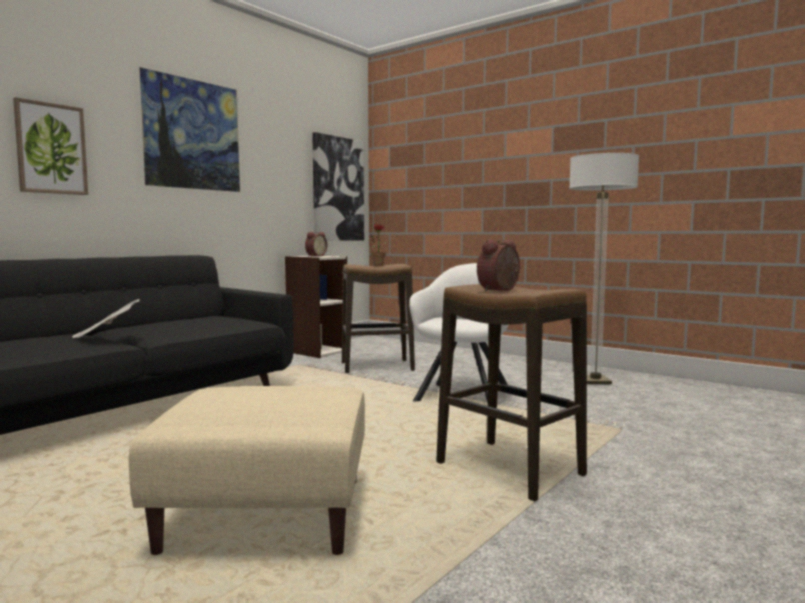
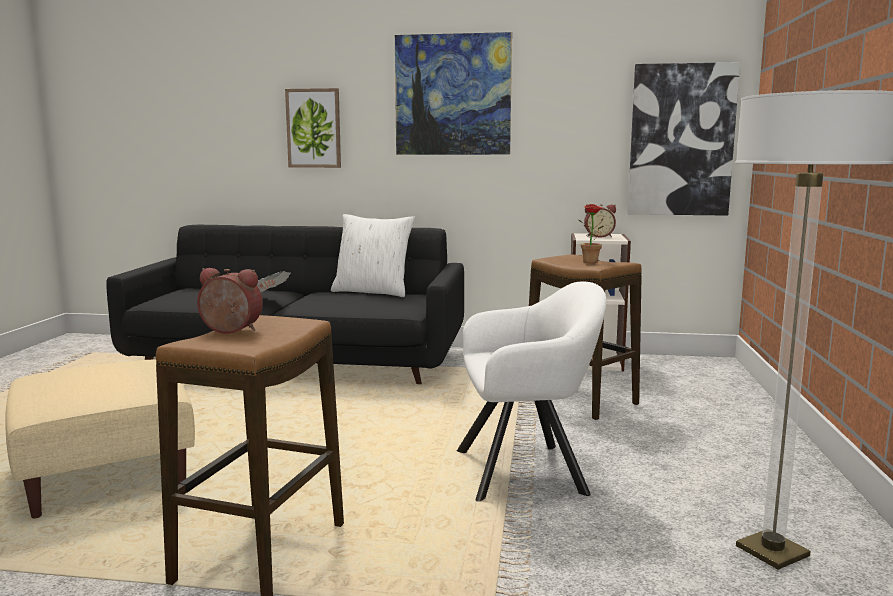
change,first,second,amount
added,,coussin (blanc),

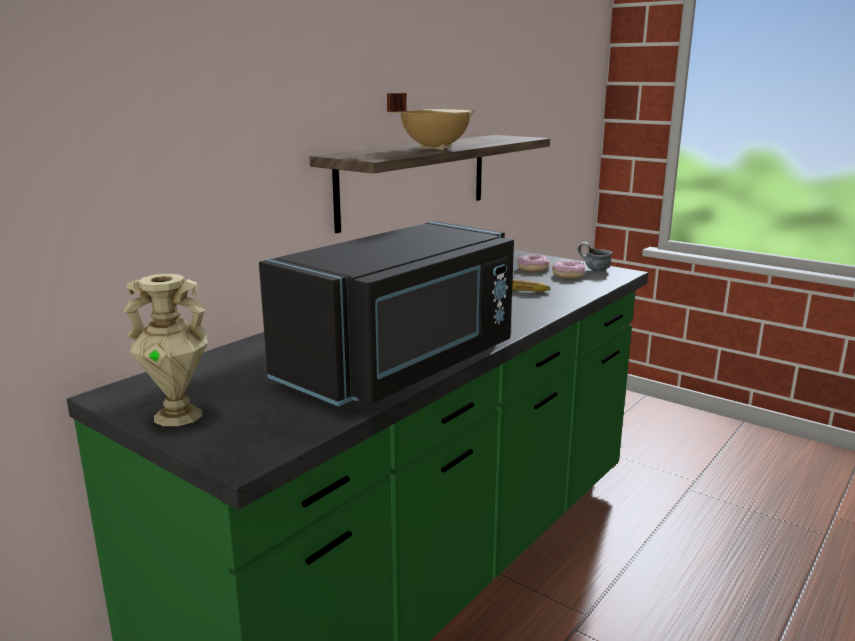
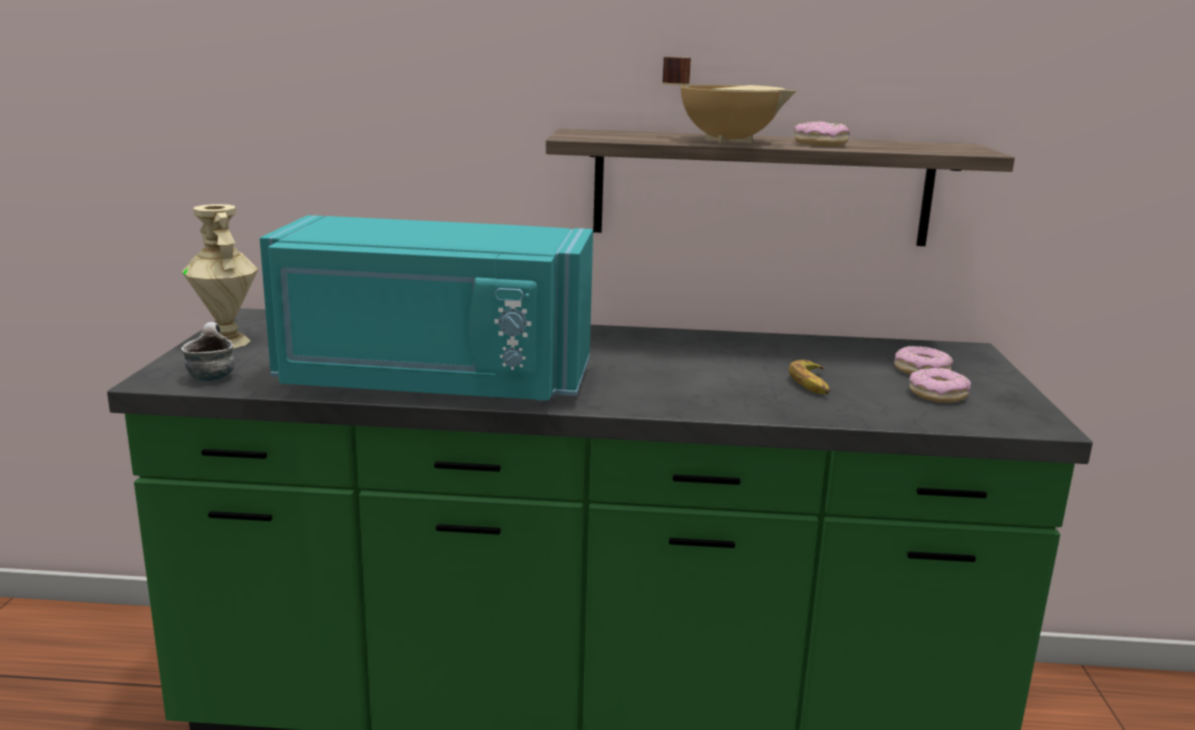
change,first,second,amount
moved,mug,,
recoloured,micro-ondes (noir),micro-ondes (turquoise),
added,,beignet (1st from left),

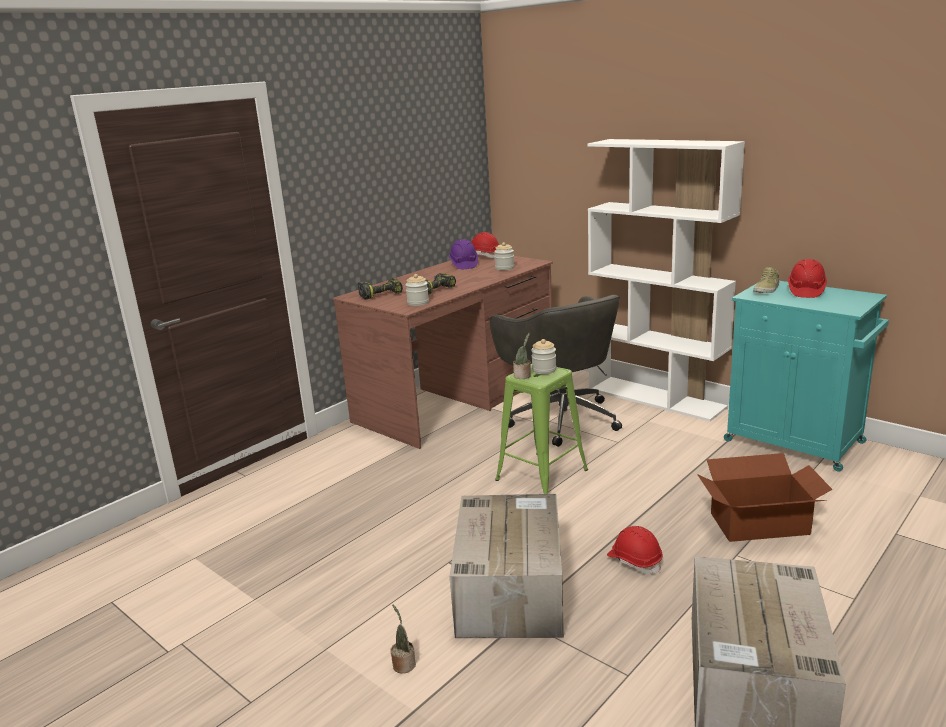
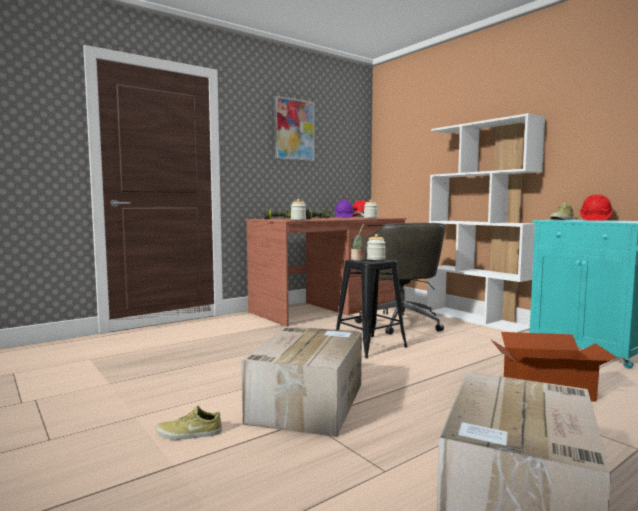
change,first,second,amount
replaced,plante en pot (1st from left),chaussure (beige) (1st from left),
added,,tableau,
recoloured,tabouret (vert),tabouret (noir),
removed,casque de chantier (rouge) (2nd from left),,

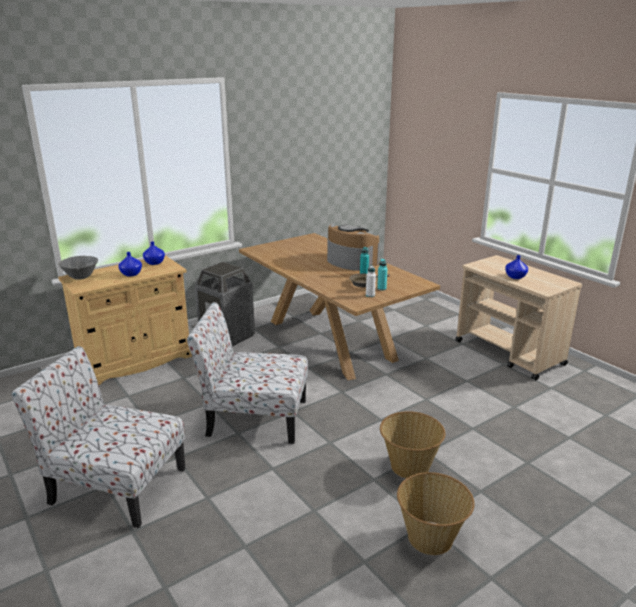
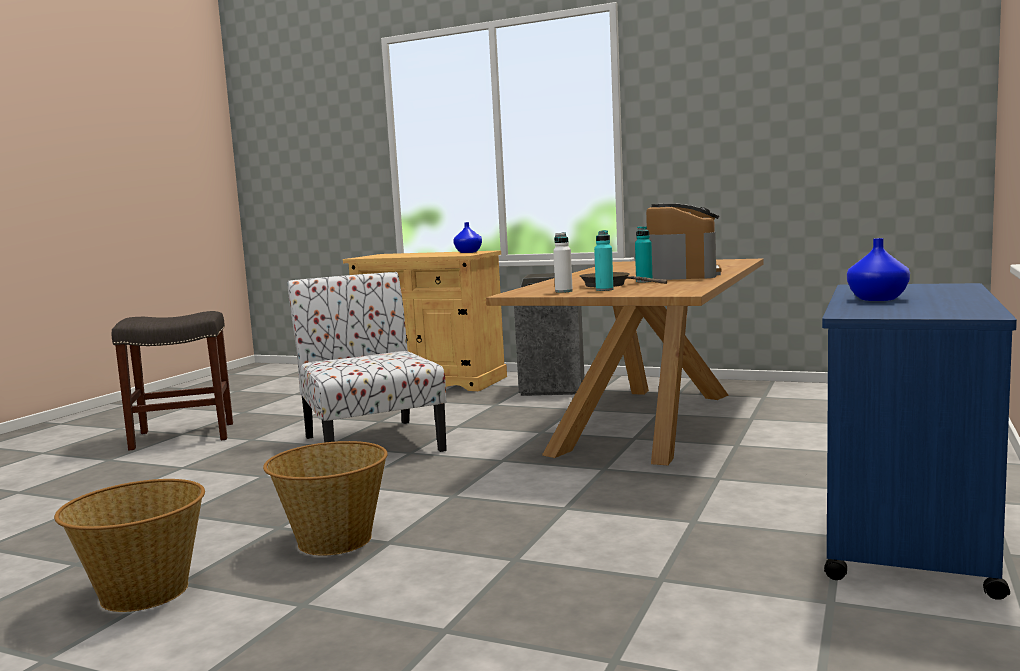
change,first,second,amount
replaced,chaise (1st from left),tabouret (gris),
recoloured,chariot (beige),chariot (bleu),
removed,bol (gris),,
removed,vase (bleu) (1st from left),,

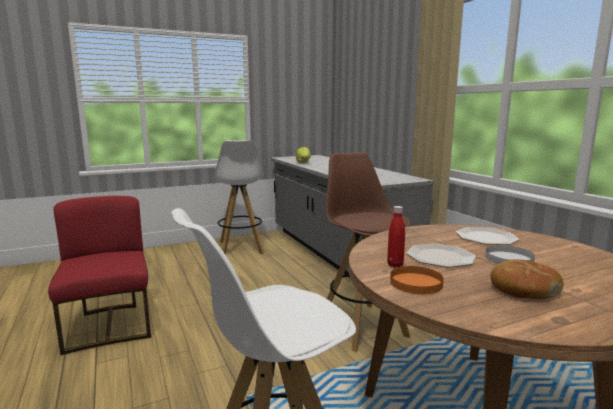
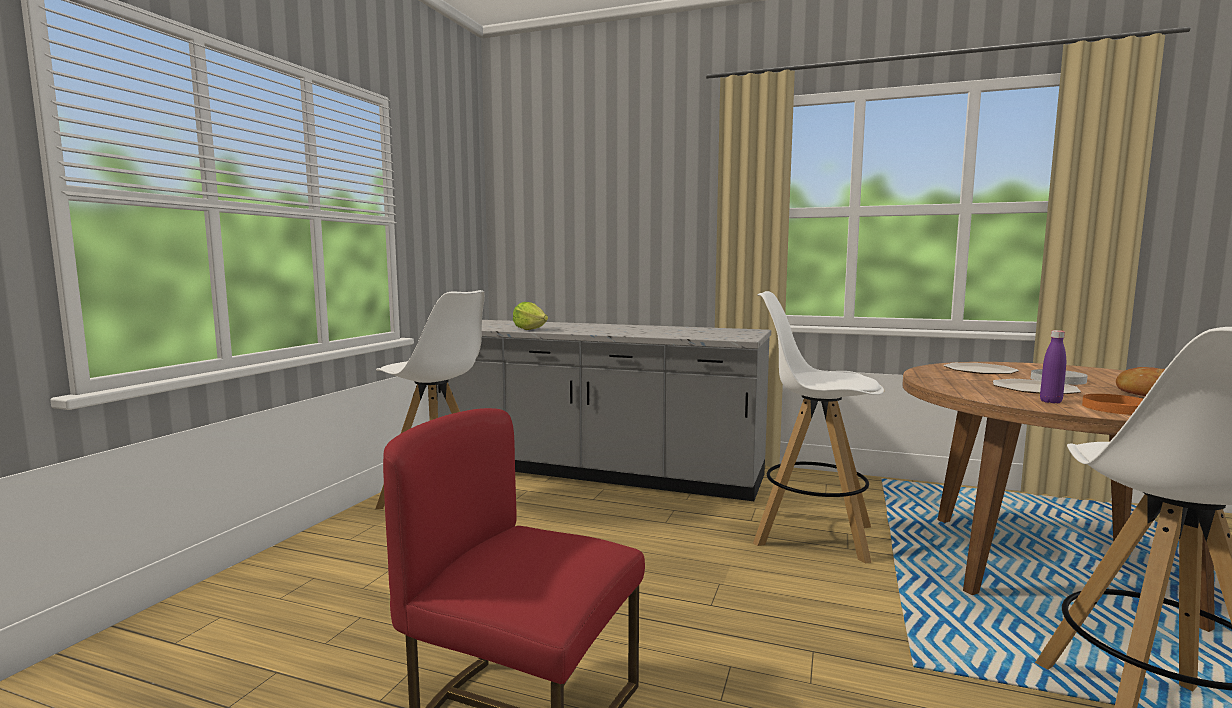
change,first,second,amount
recoloured,tabouret (marron),tabouret (blanc) (2nd from left),
recoloured,bouteille (rouge),bouteille (violet),

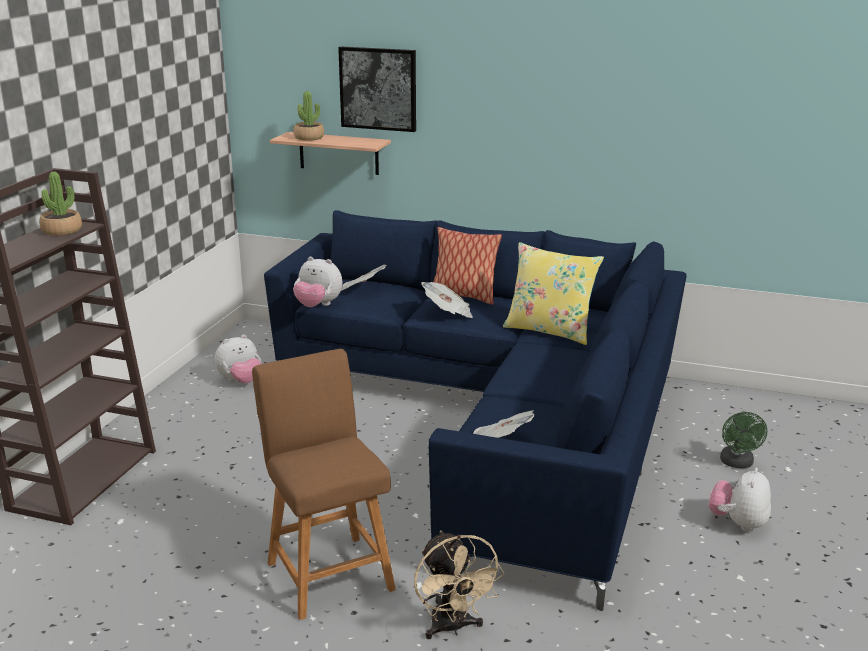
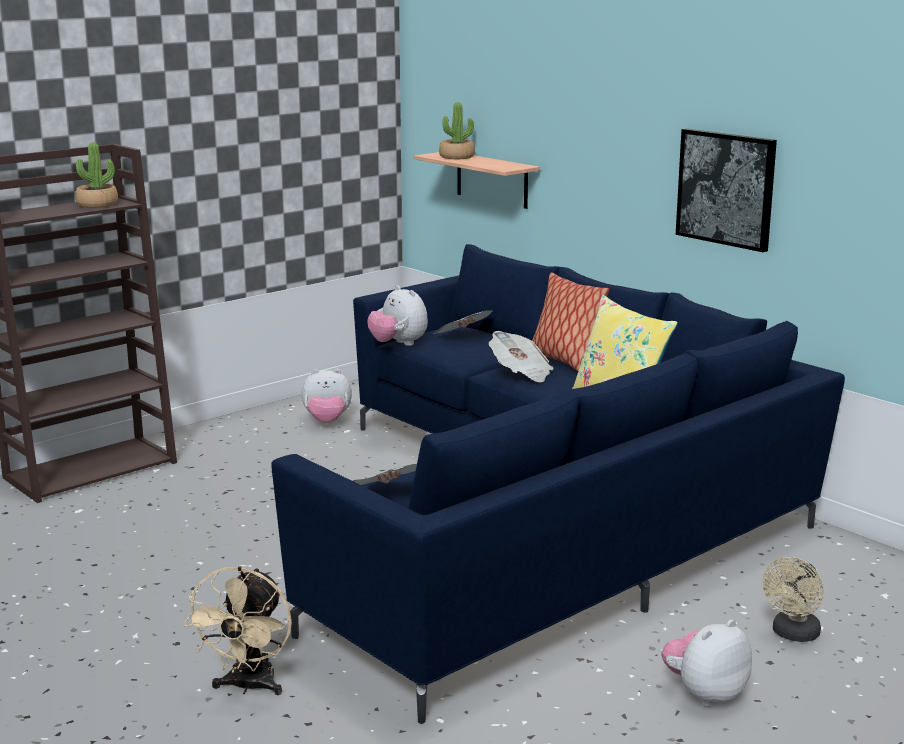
change,first,second,amount
moved,tableau,,
recoloured,ventilateur (vert),ventilateur (beige) (2nd from left),
removed,tabouret (marron),,

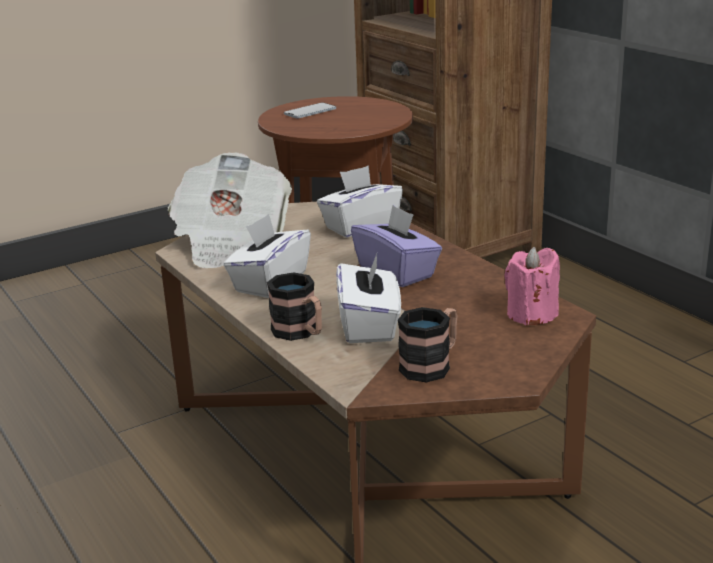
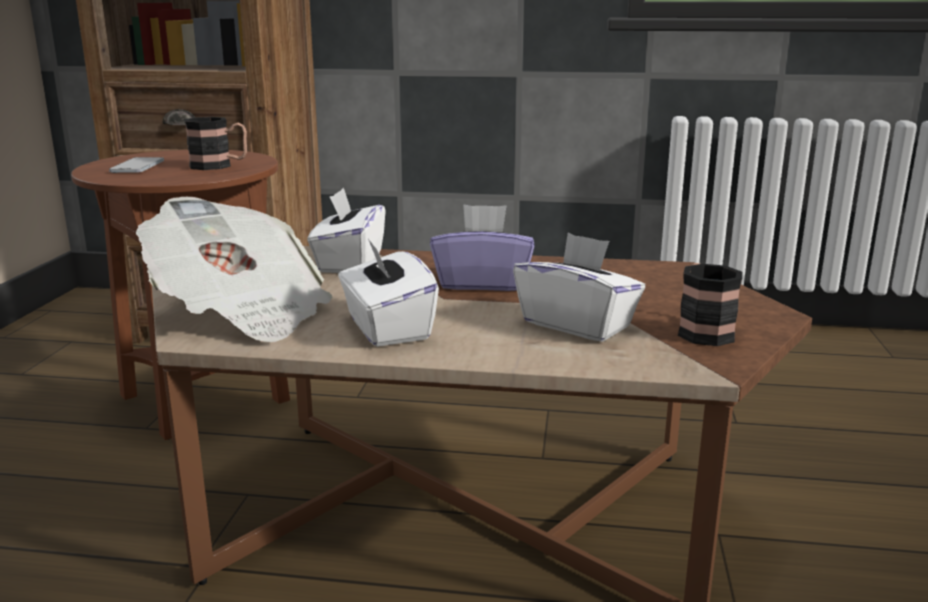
change,first,second,amount
moved,mug (1st from left),,
removed,bougie (rose),,

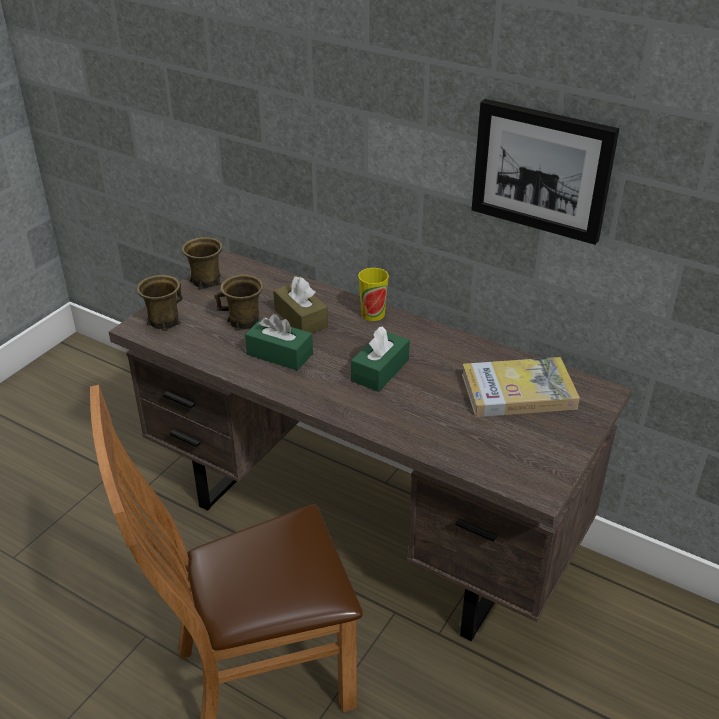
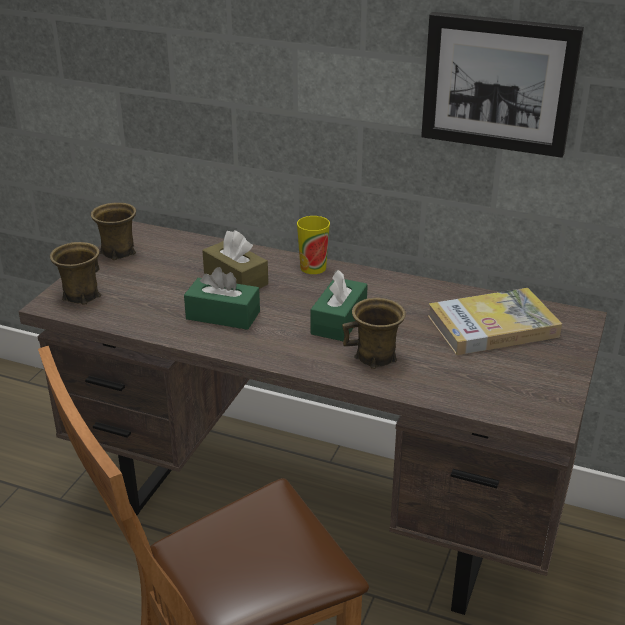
change,first,second,amount
moved,mug (marron) (3rd from left),,

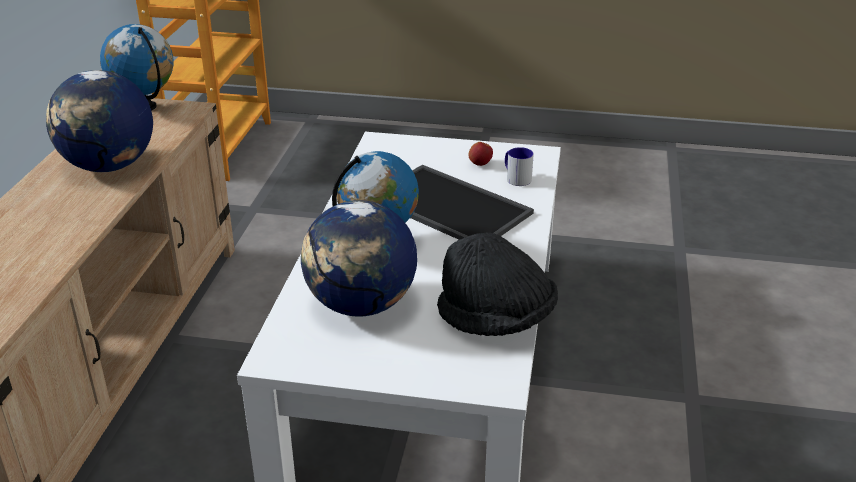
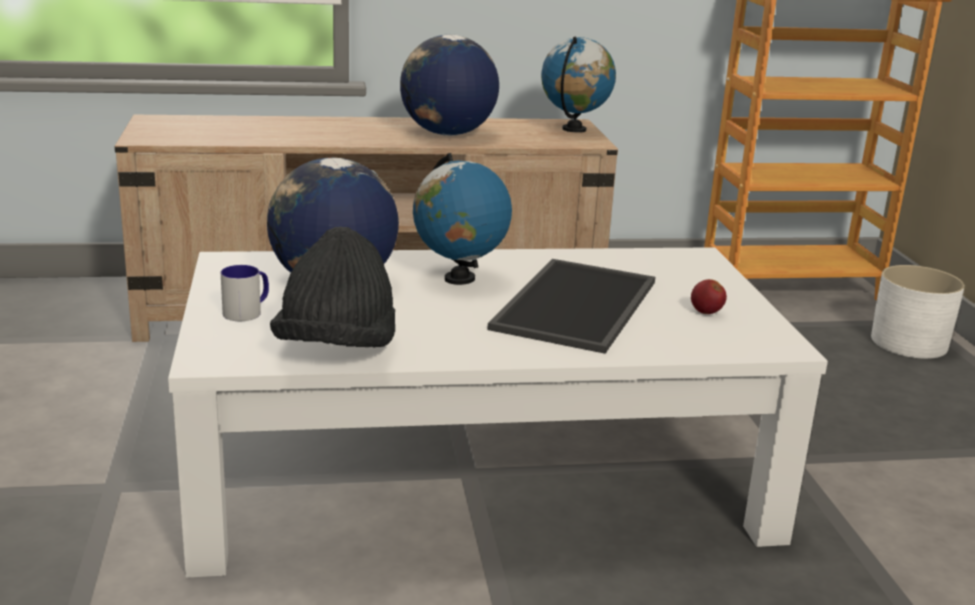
change,first,second,amount
moved,mug,,
added,,cache-pot (blanc),

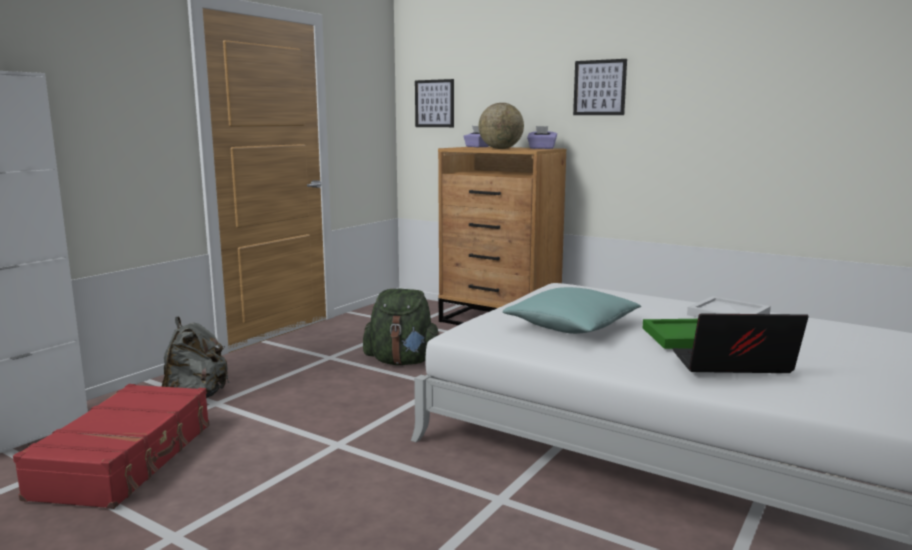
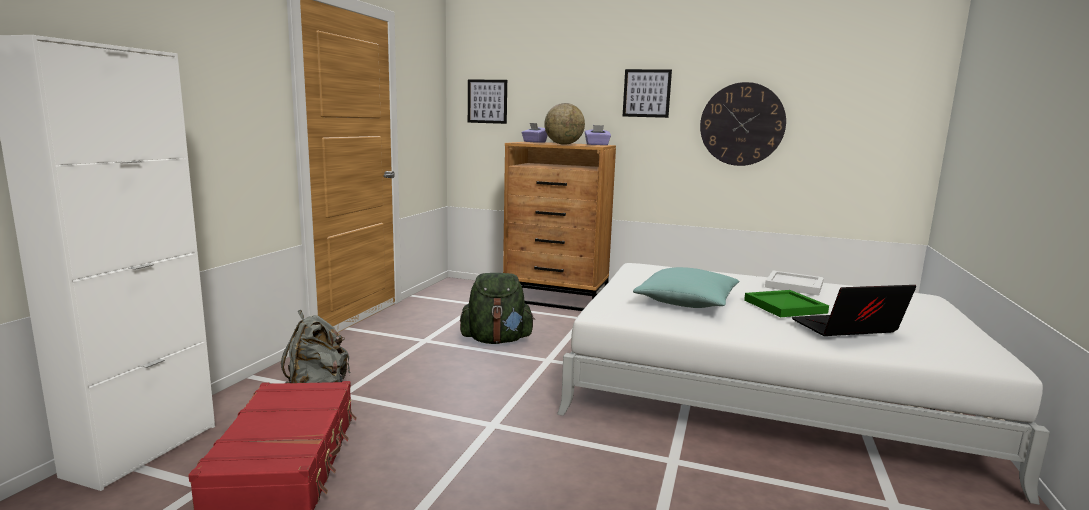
change,first,second,amount
added,,horloge murale,

